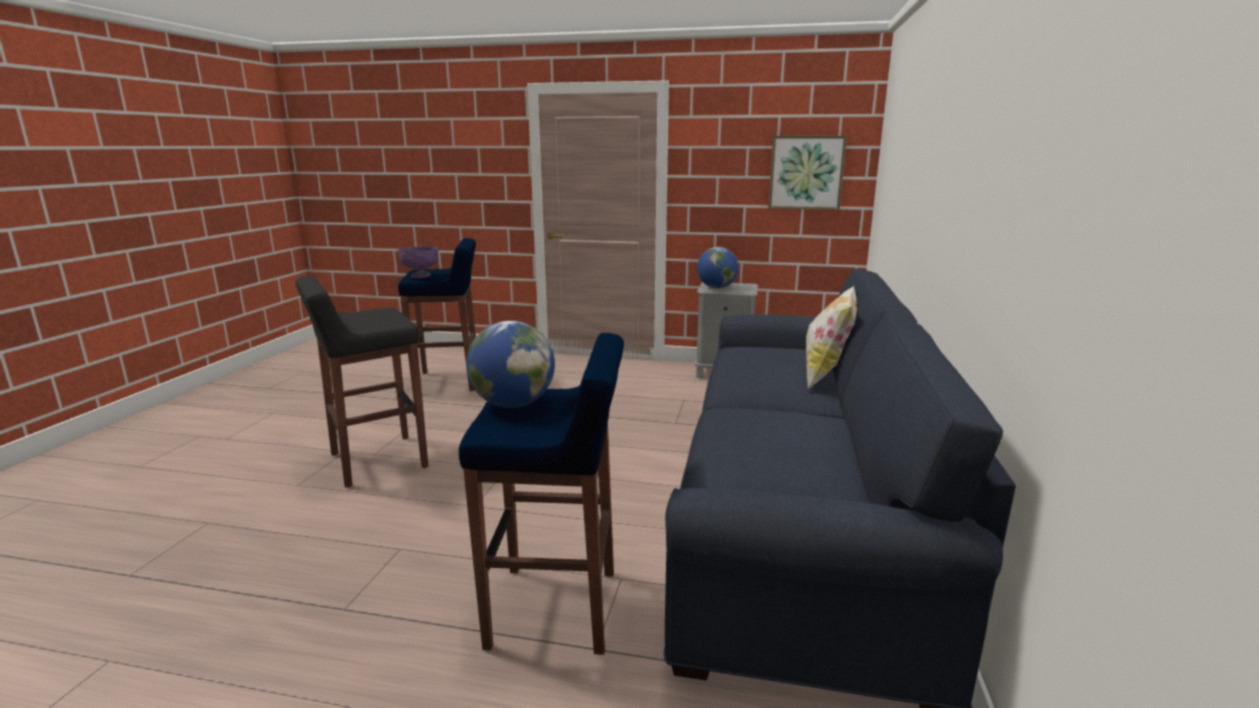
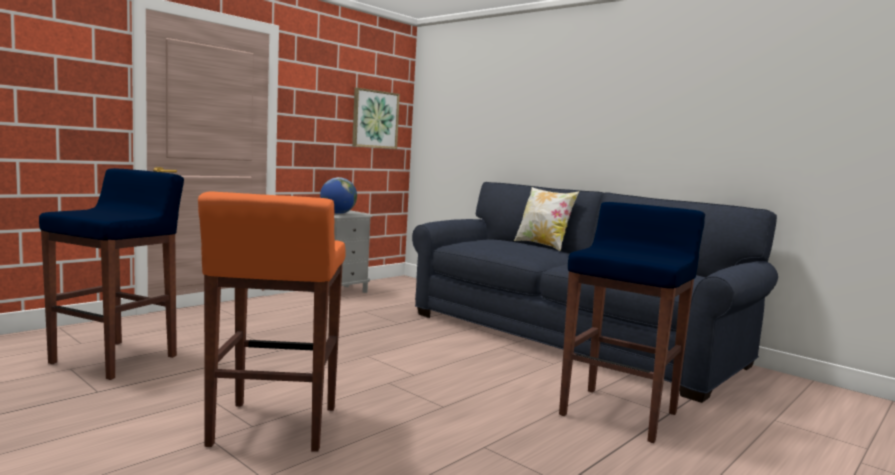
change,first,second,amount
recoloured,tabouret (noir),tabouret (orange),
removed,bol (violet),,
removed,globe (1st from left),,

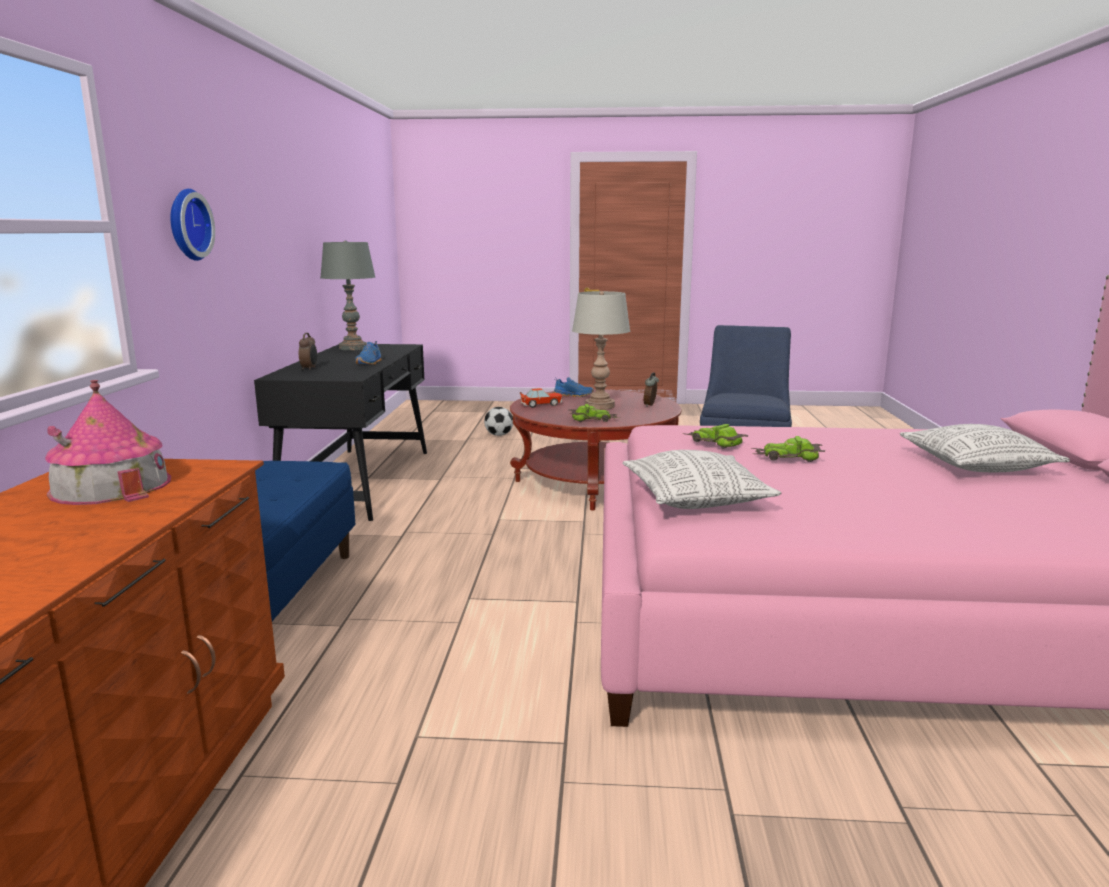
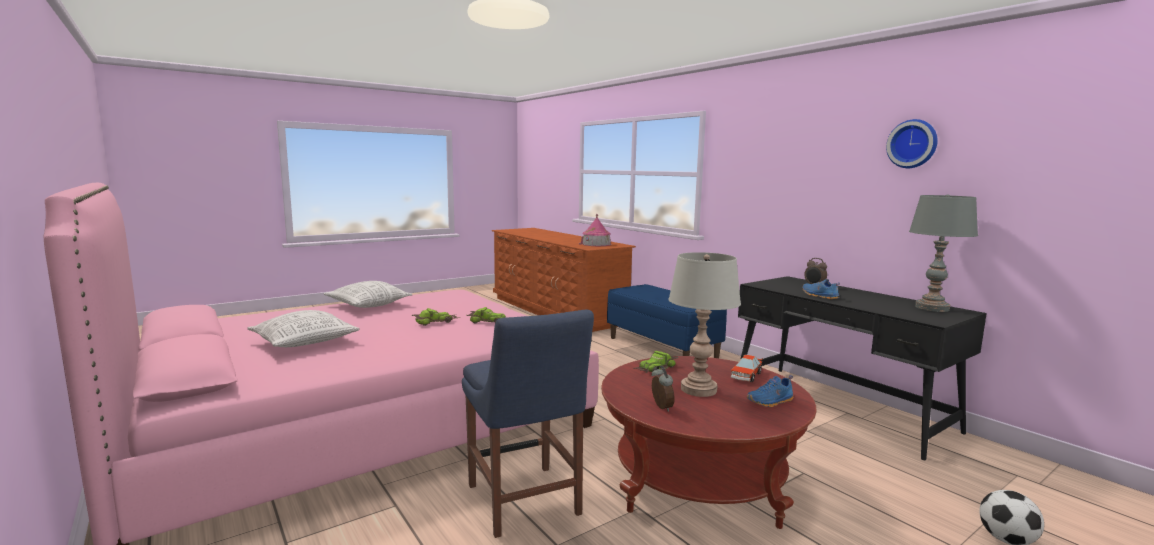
change,first,second,amount
moved,coussin (1st from left in the first image),coussin (2nd from left),
moved,horloge murale,,

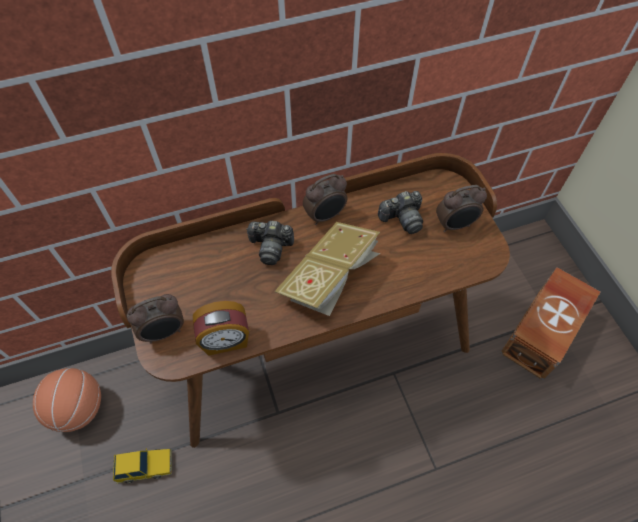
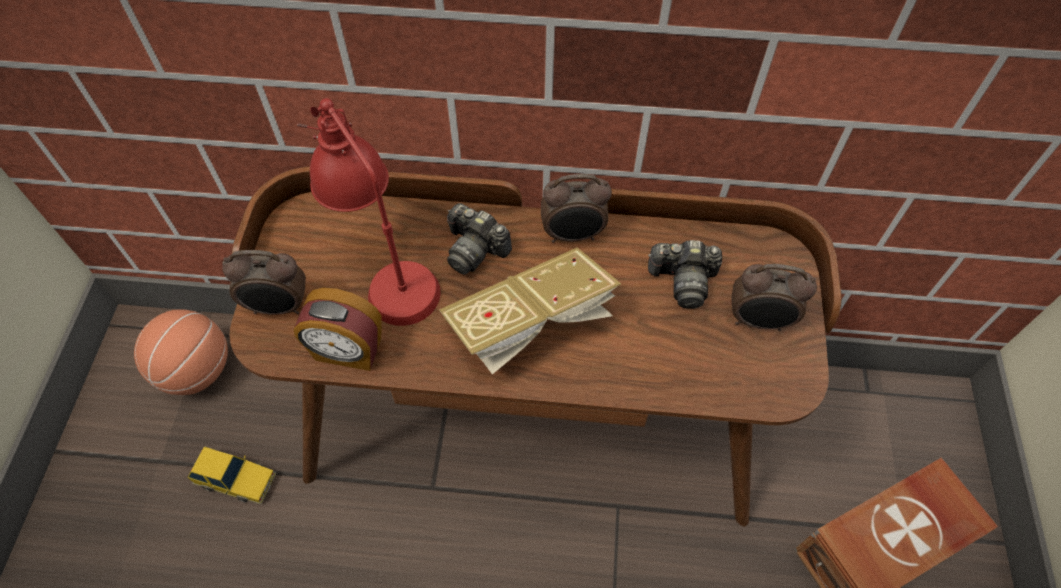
change,first,second,amount
added,,lampe de table (rouge),

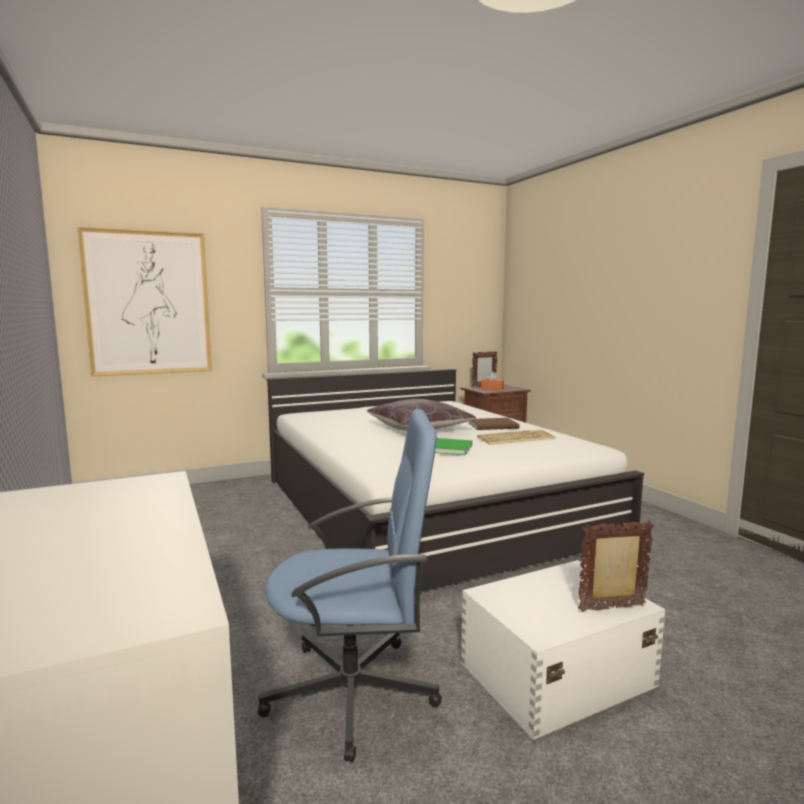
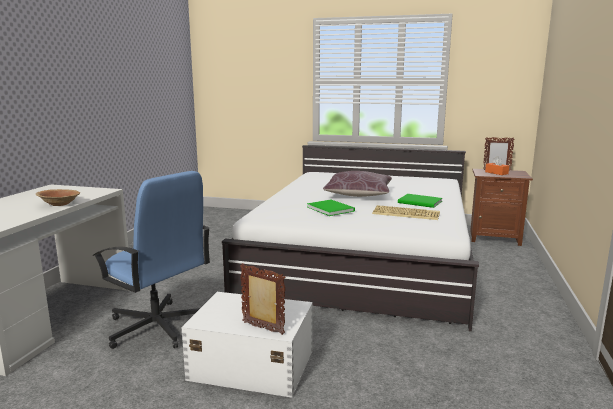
change,first,second,amount
added,,bol (marron),
recoloured,livre (marron),livre (vert) (2nd from left),
removed,tableau,,

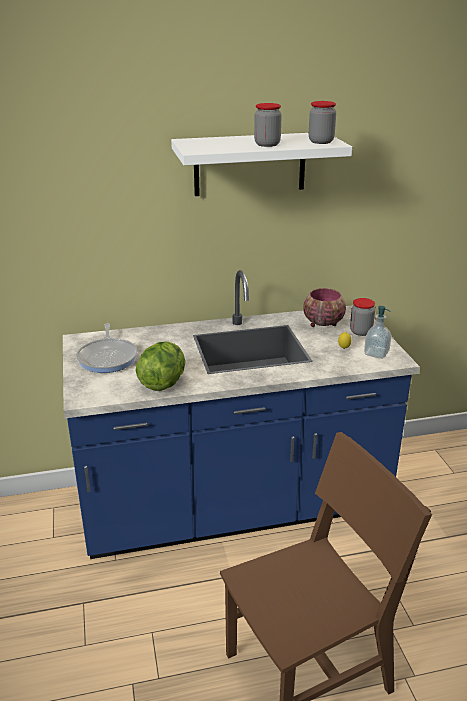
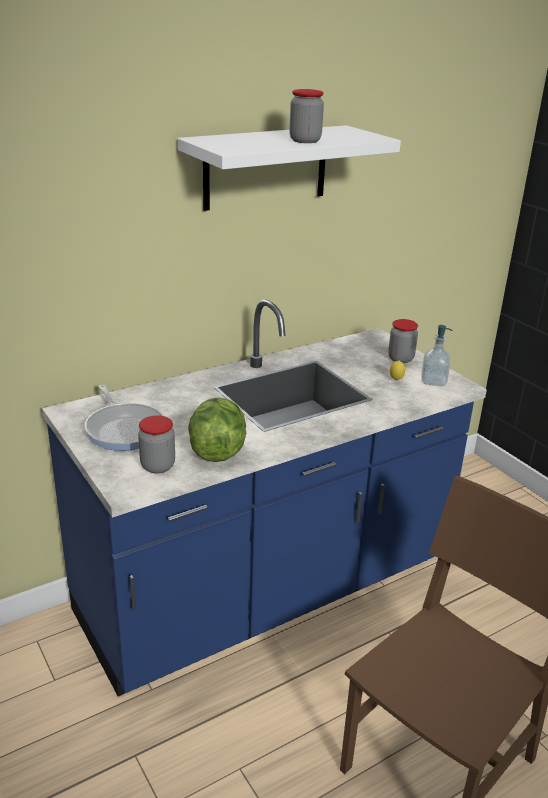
change,first,second,amount
moved,bocal (2nd from left in the first image),bocal (1st from left),
removed,bol,,

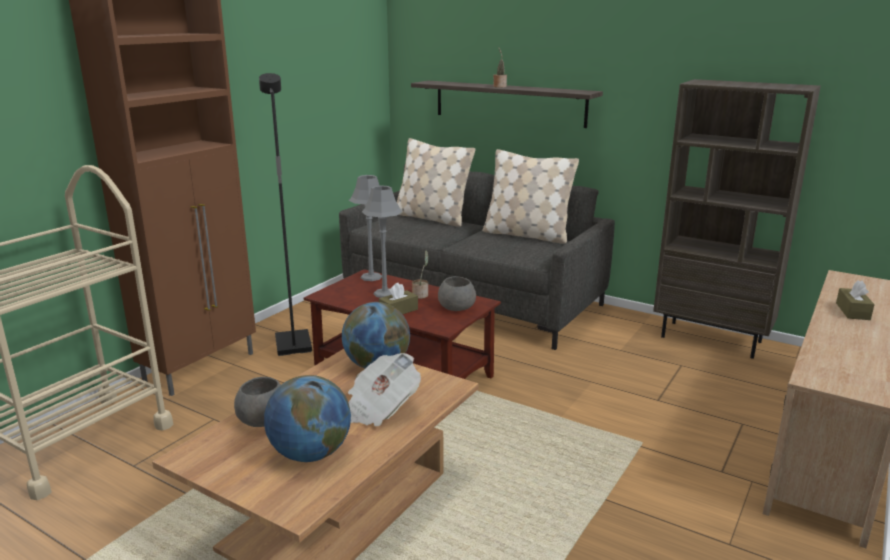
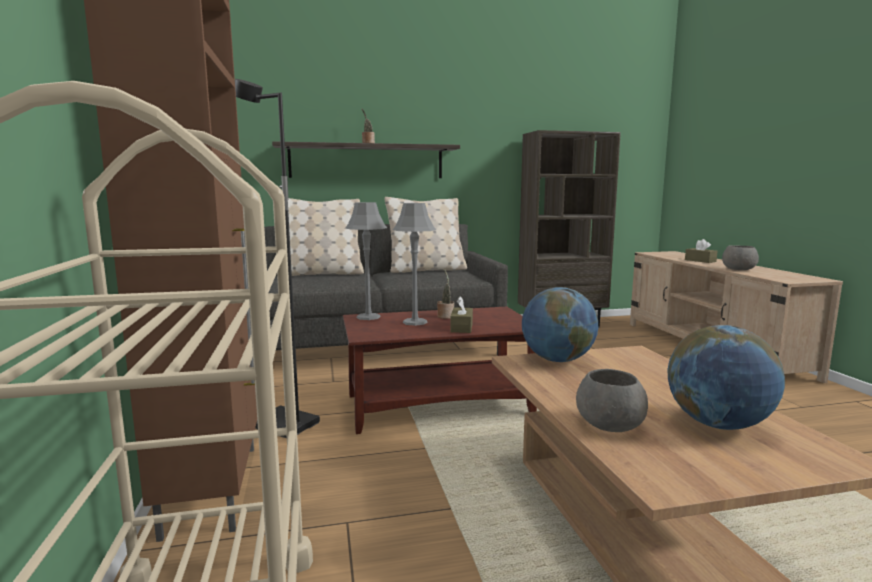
change,first,second,amount
moved,bol (gris) (2nd from left),,
removed,journal,,

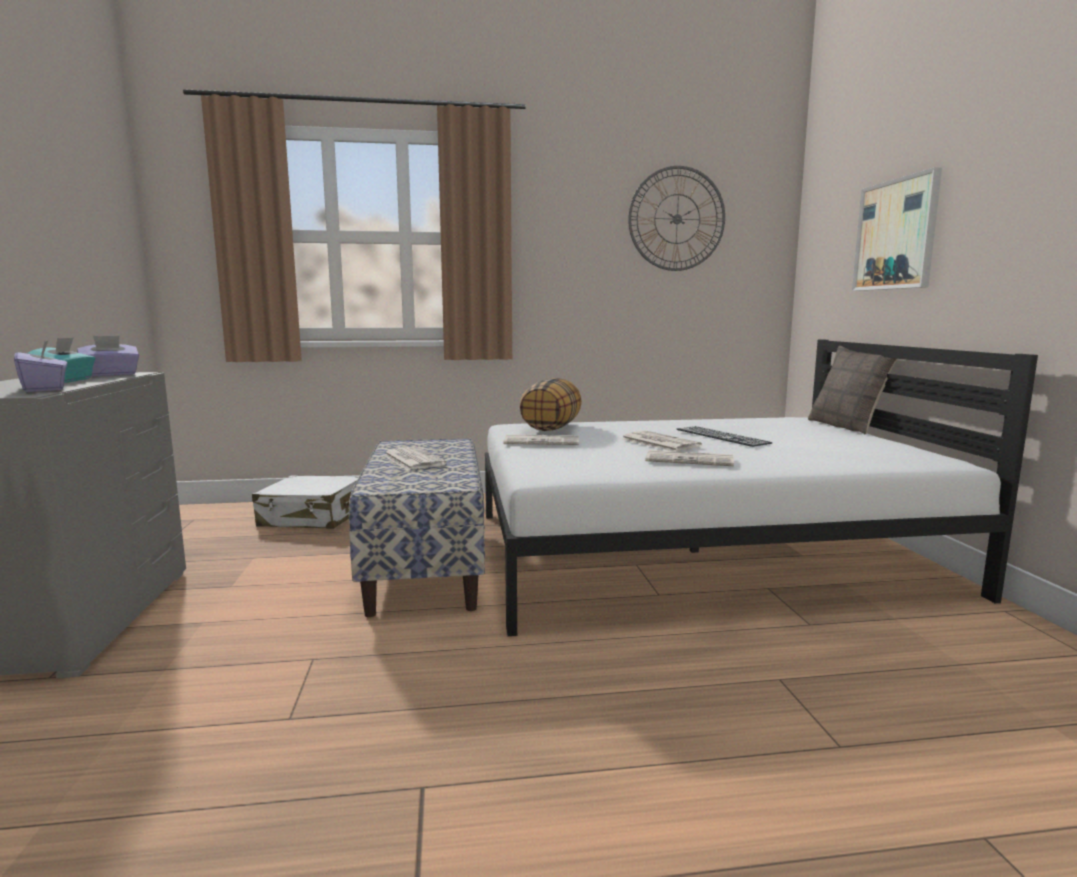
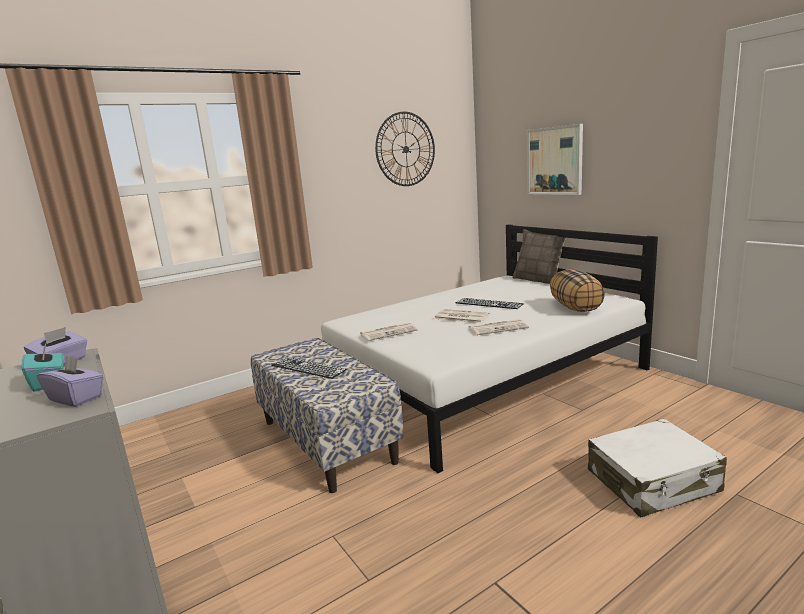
change,first,second,amount
replaced,journal (1st from left),clavier (1st from left),
moved,coussin (1st from left in the first image),coussin (2nd from left),
moved,valise (blanc),,

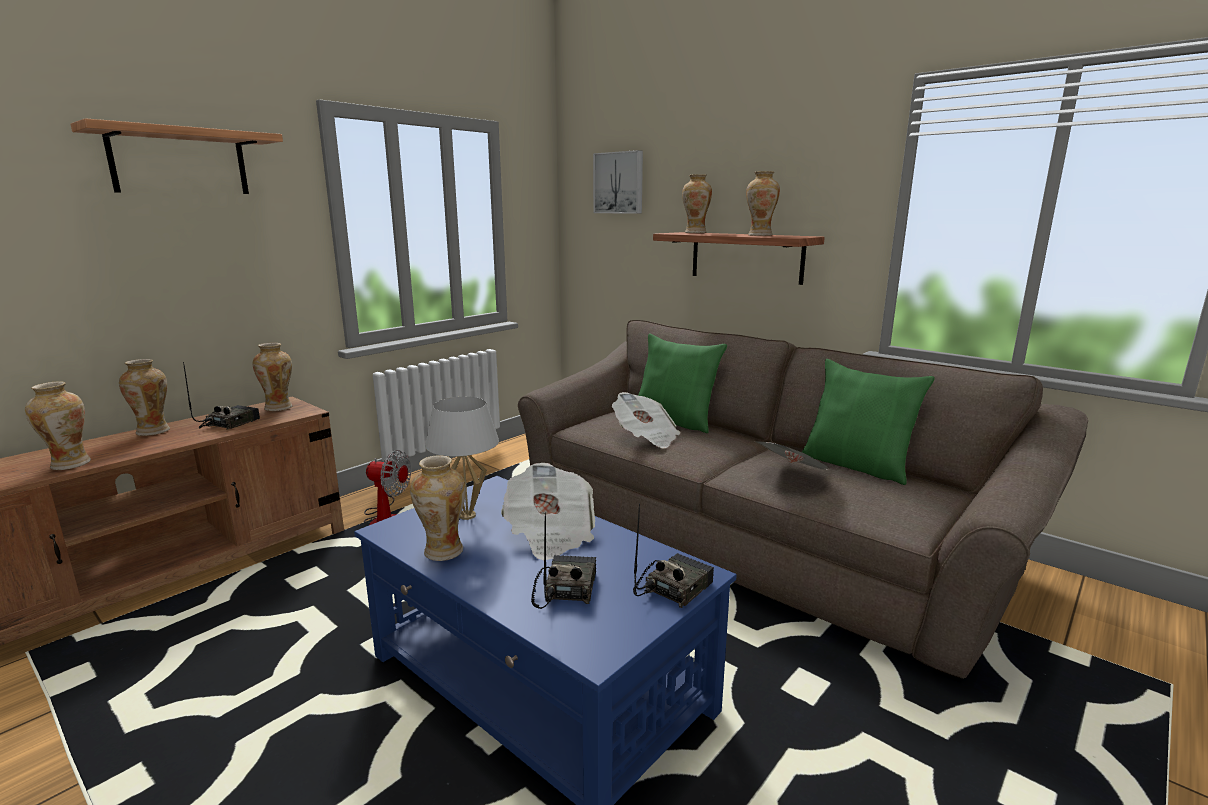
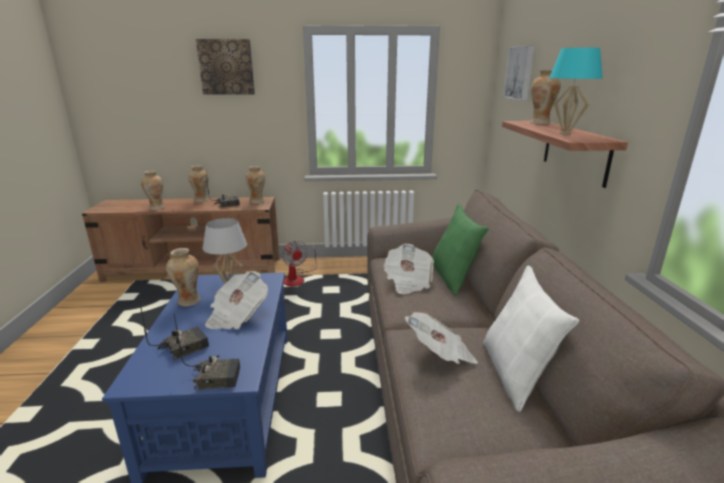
change,first,second,amount
replaced,étagère (1st from left),tableau (1st from left),
recoloured,coussin (vert) (2nd from left),coussin (blanc),
replaced,vase (6th from left),lampe de table (turquoise),

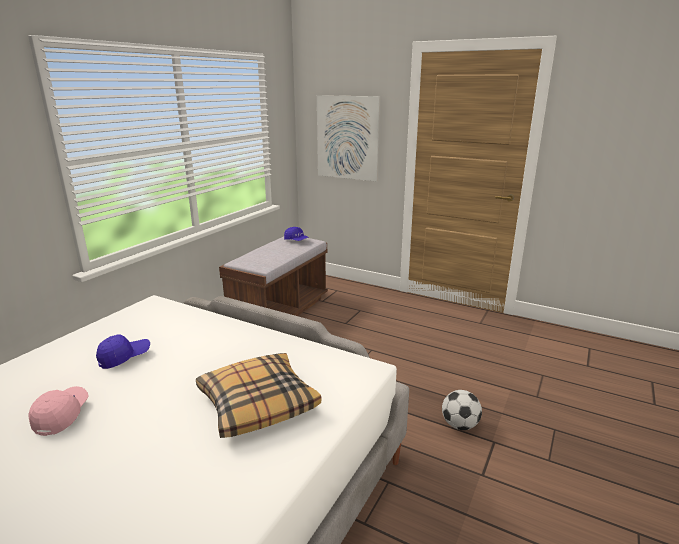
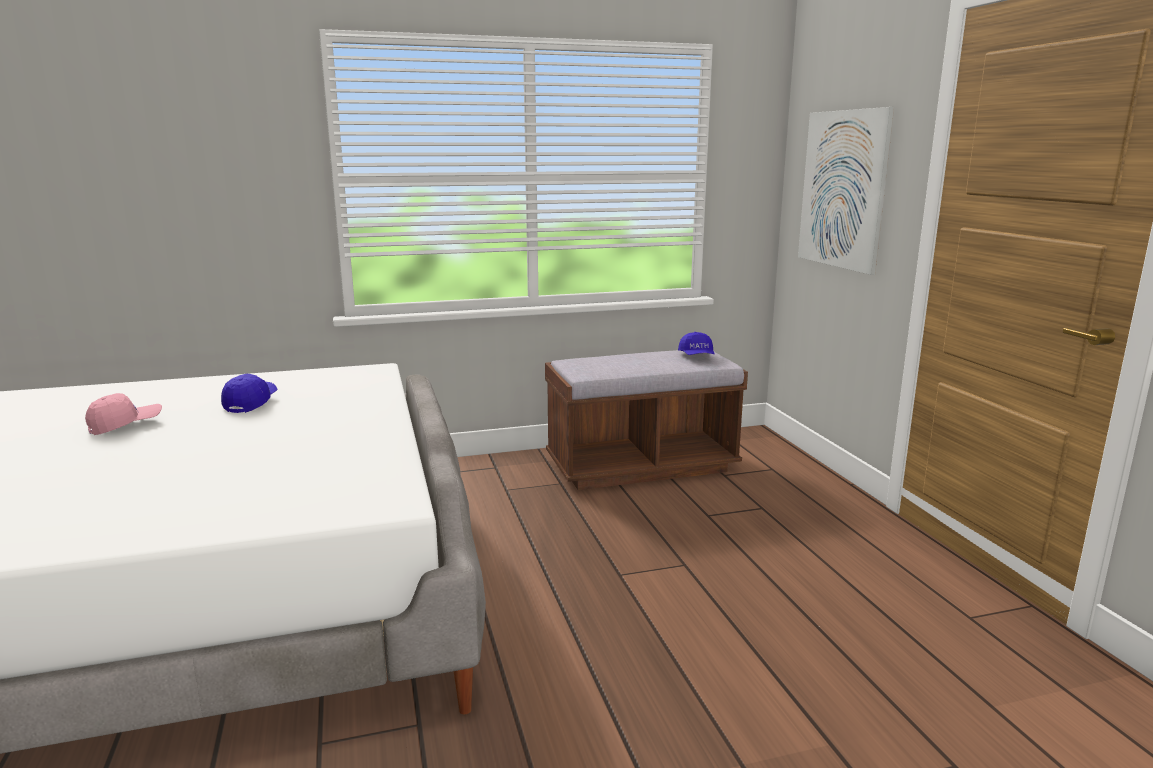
change,first,second,amount
turned,casquette (bleu) (1st from left),,90 degrees counterclockwise
removed,coussin,,
removed,ballon de foot,,

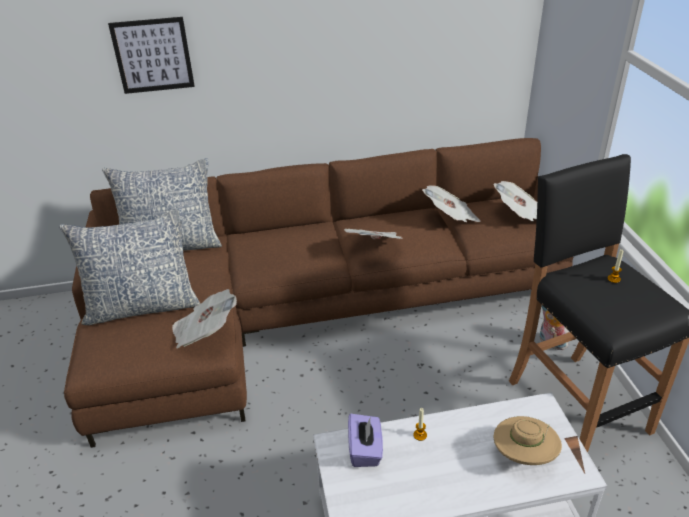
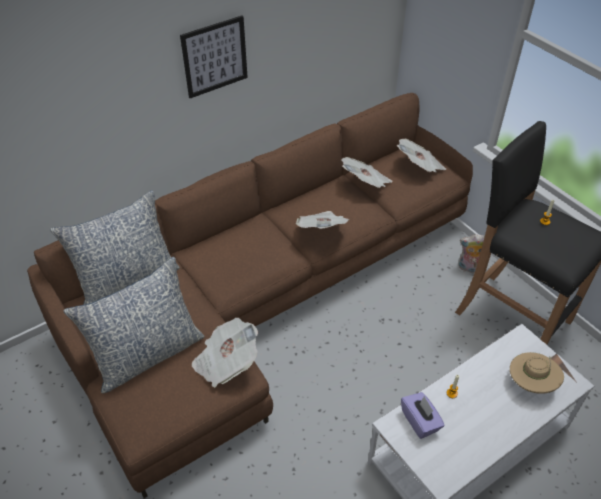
change,first,second,amount
moved,tableau,,

